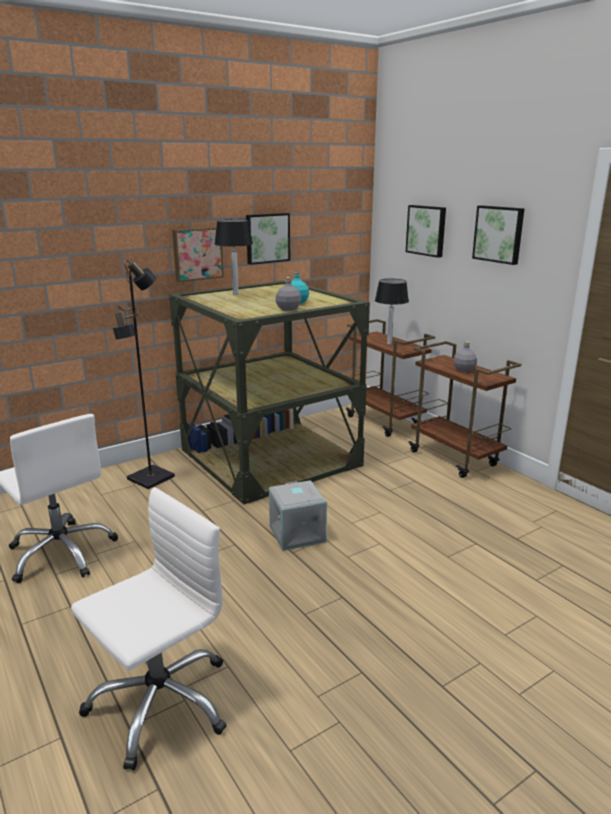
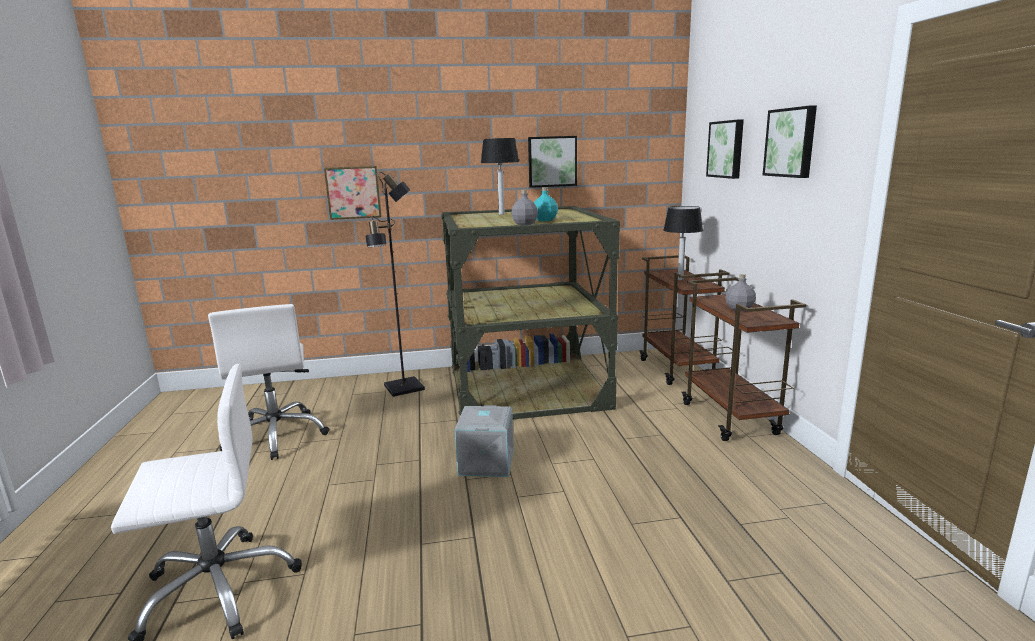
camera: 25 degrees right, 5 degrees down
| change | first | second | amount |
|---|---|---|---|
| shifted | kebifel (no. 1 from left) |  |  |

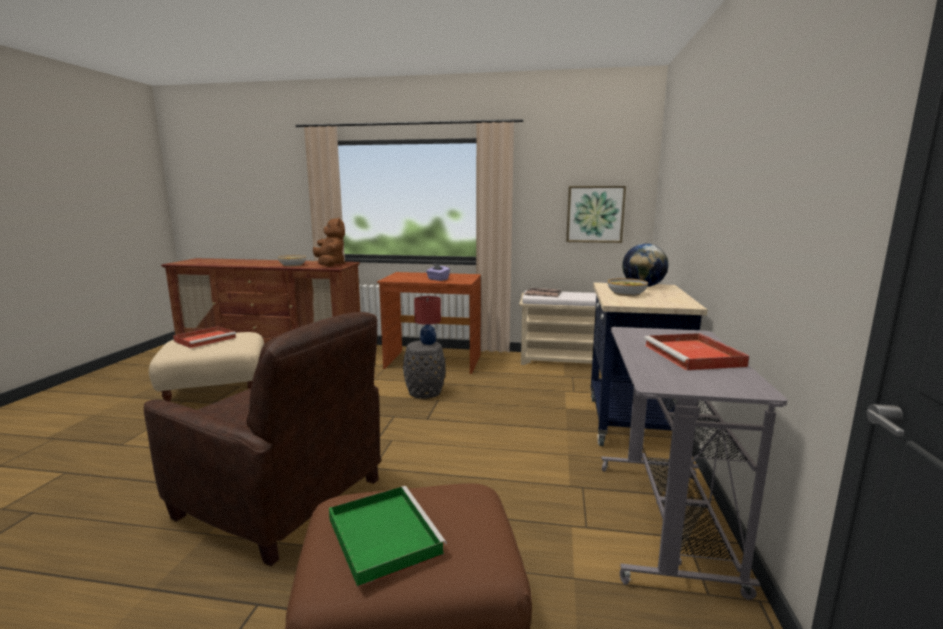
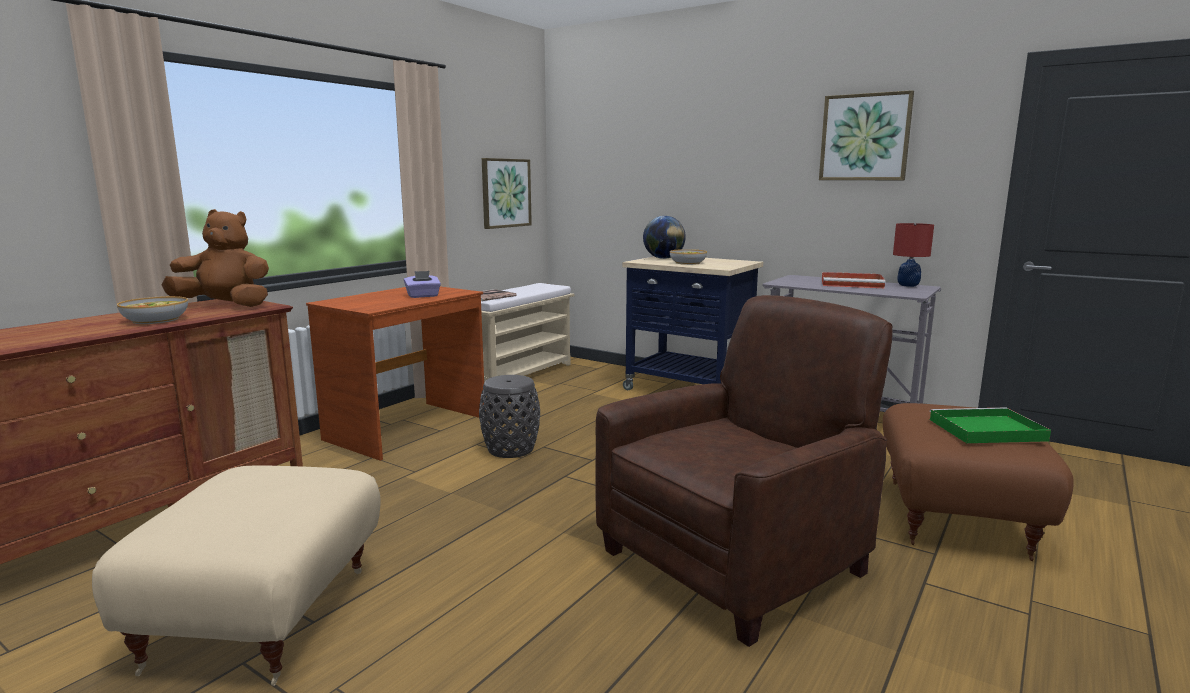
camera: 65 degrees left, 0 degrees up
| change | first | second | amount |
|---|---|---|---|
| new |  | kebifel (no. 2 from left) |  |
| shifted | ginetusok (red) |  |  |
| gone | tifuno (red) (no. 1 from left) |  |  |

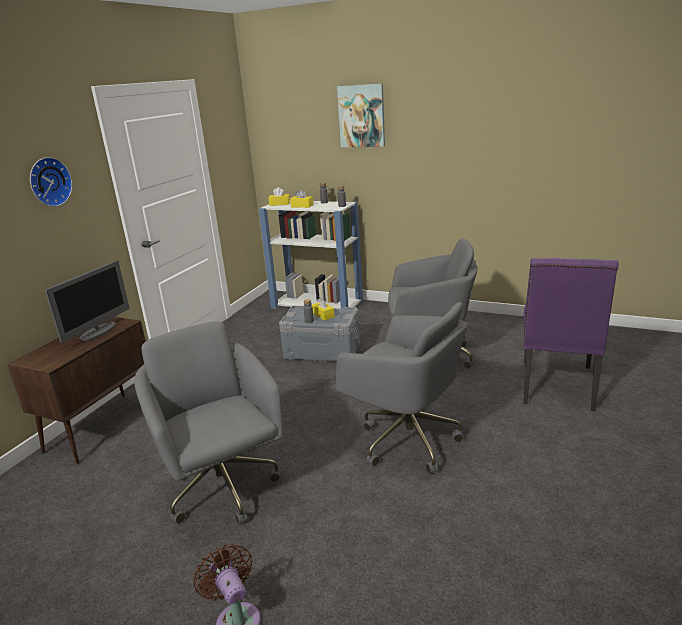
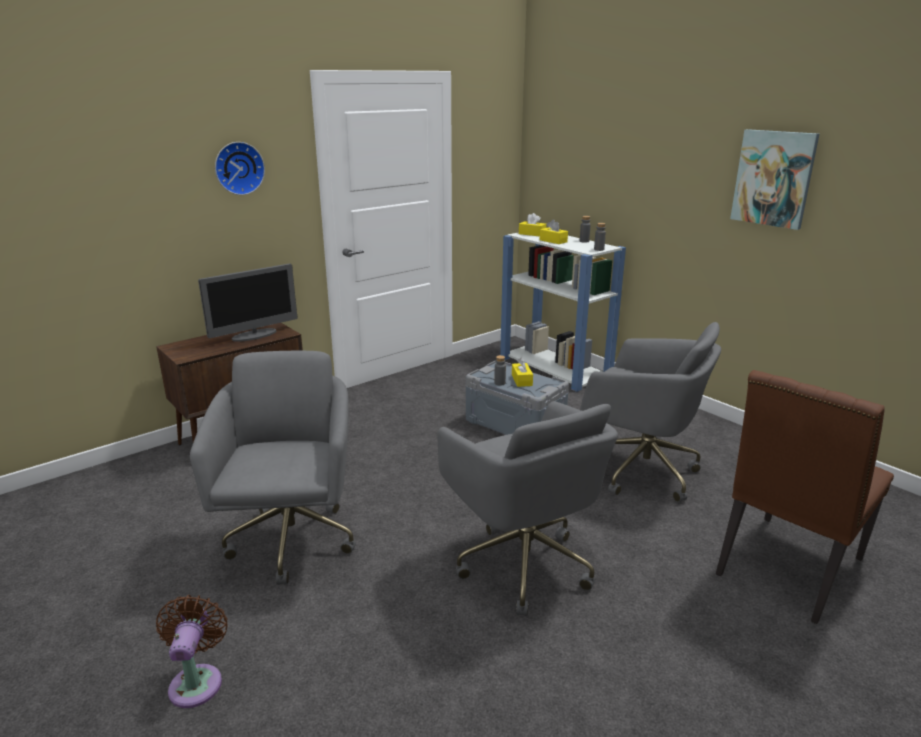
camera: 25 degrees right, 0 degrees up
| change | first | second | amount |
|---|---|---|---|
| repainted | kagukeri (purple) | kagukeri (brown) |  |
| shifted | kebifel |  |  |

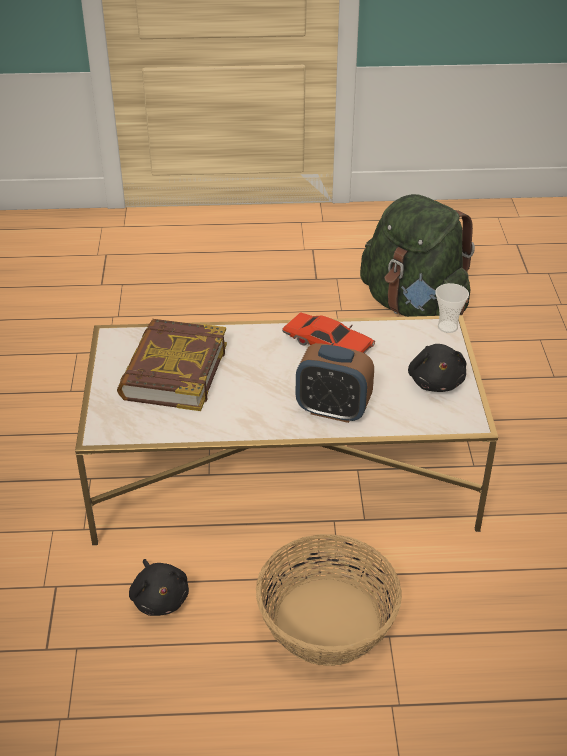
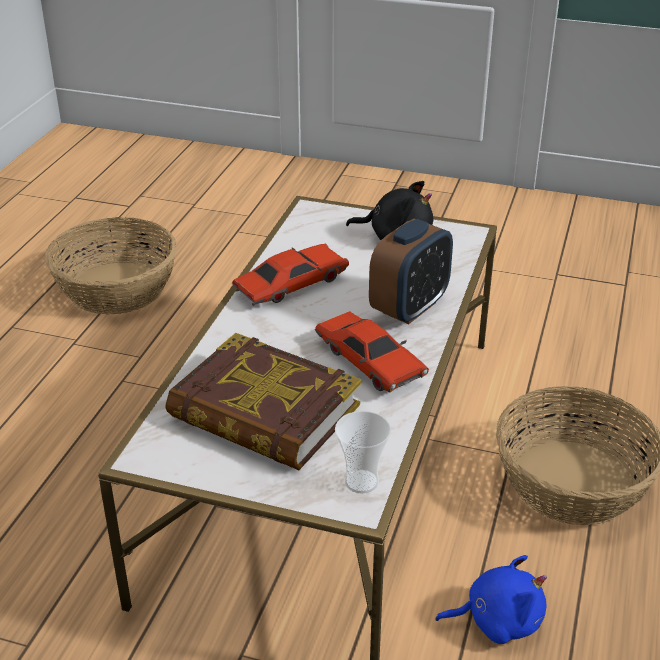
camera: 70 degrees left, 5 degrees down
| change | first | second | amount |
|---|---|---|---|
| swapped | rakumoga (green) | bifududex (no. 1 from left) |  |
| new |  | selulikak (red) (no. 2 from left) |  |
| shifted | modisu |  |  |
| repainted | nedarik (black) (no. 1 from left) | nedarik (blue) |  |

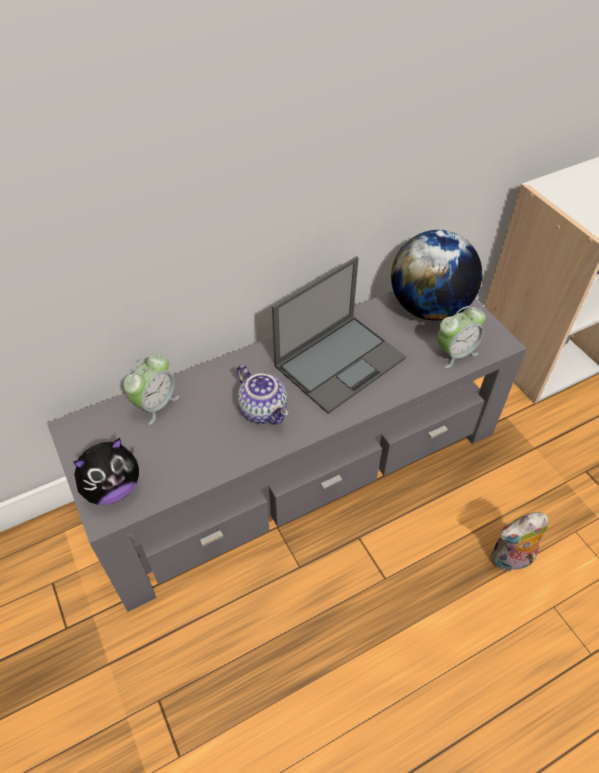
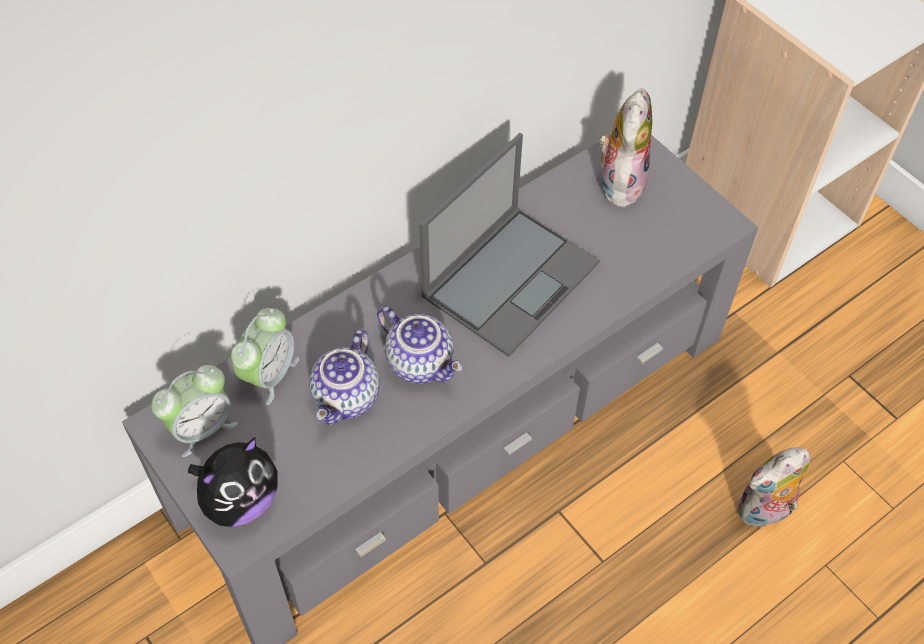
camera: 10 degrees left, 5 degrees up
| change | first | second | amount |
|---|---|---|---|
| shifted | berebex (no. 2 from left in the first image) | berebex (no. 1 from left) |  |
| new |  | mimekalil (no. 1 from left) |  |
| swapped | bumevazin | nedarik (no. 2 from left) |  |

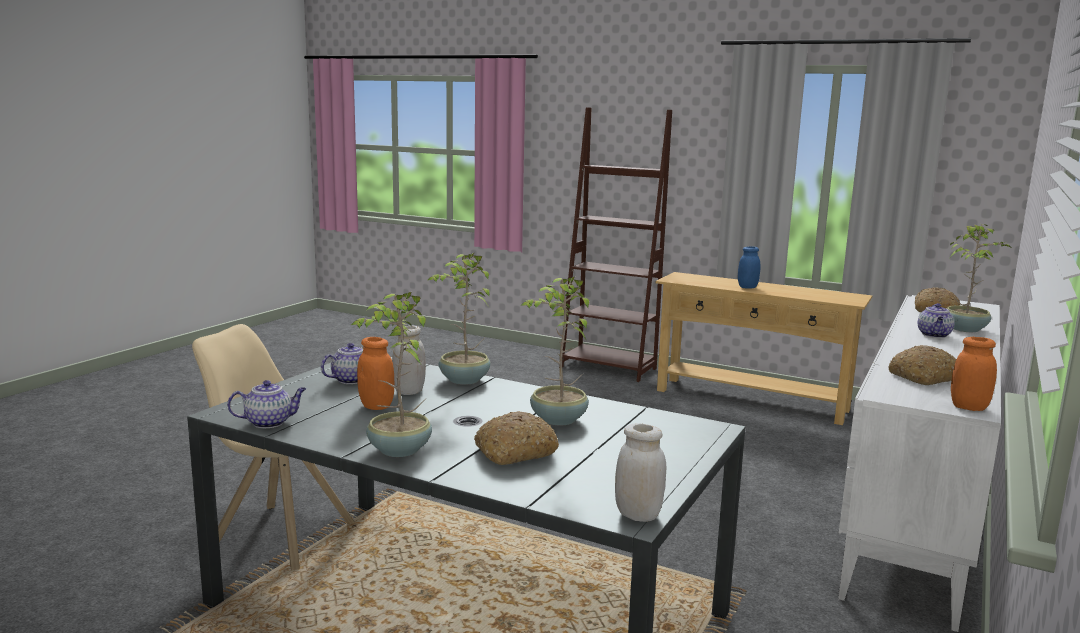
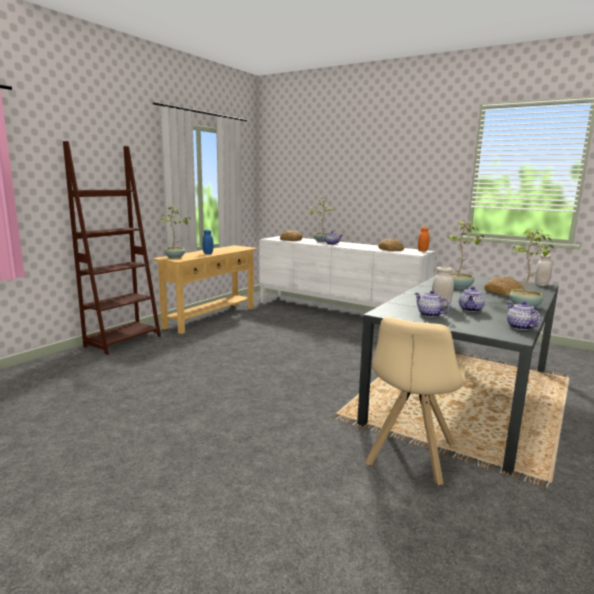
camera: 85 degrees left, 0 degrees up
| change | first | second | amount |
|---|---|---|---|
| shifted | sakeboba (no. 2 from left in the first image) | sakeboba (no. 1 from left) |  |
| swapped | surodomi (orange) (no. 1 from left) | mimekalil (no. 3 from left) |  |

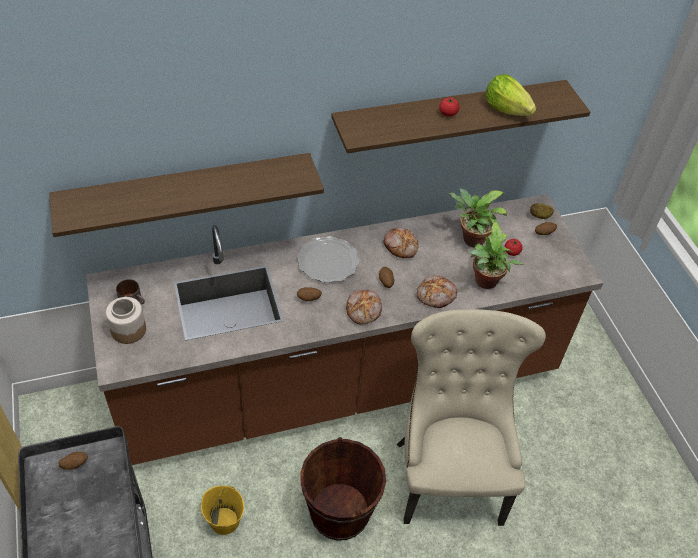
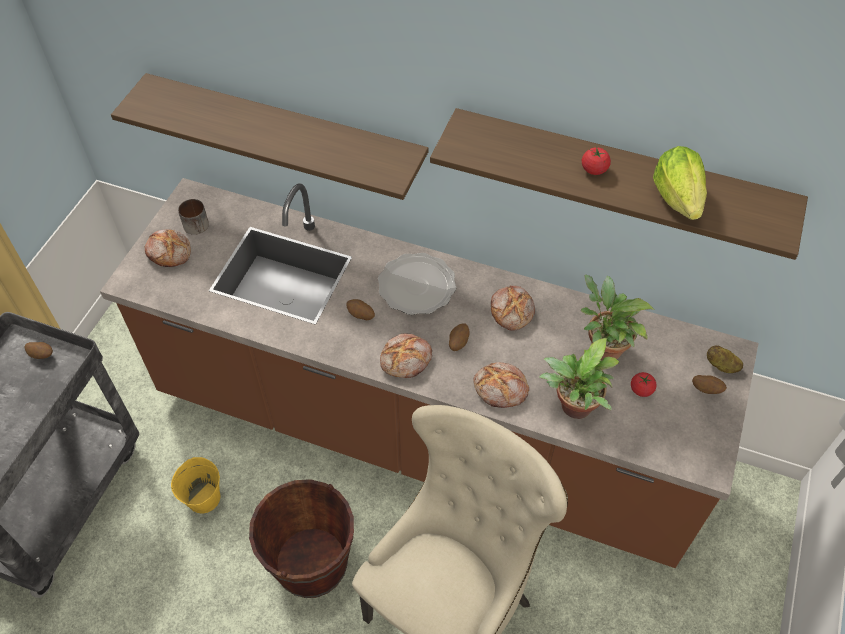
camera: 40 degrees right, 5 degrees up
| change | first | second | amount |
|---|---|---|---|
| swapped | surodomi | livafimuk (no. 1 from left) |  |

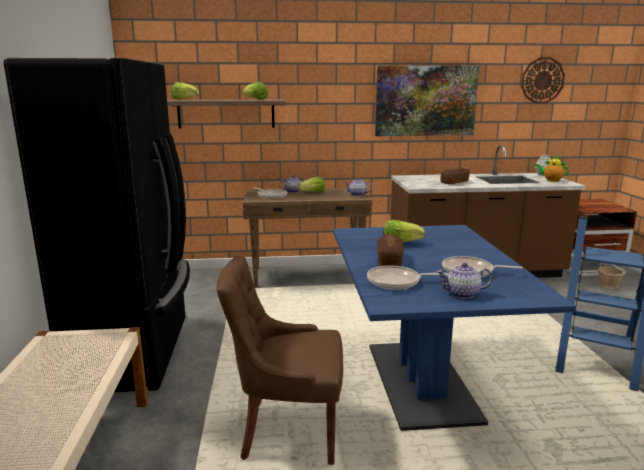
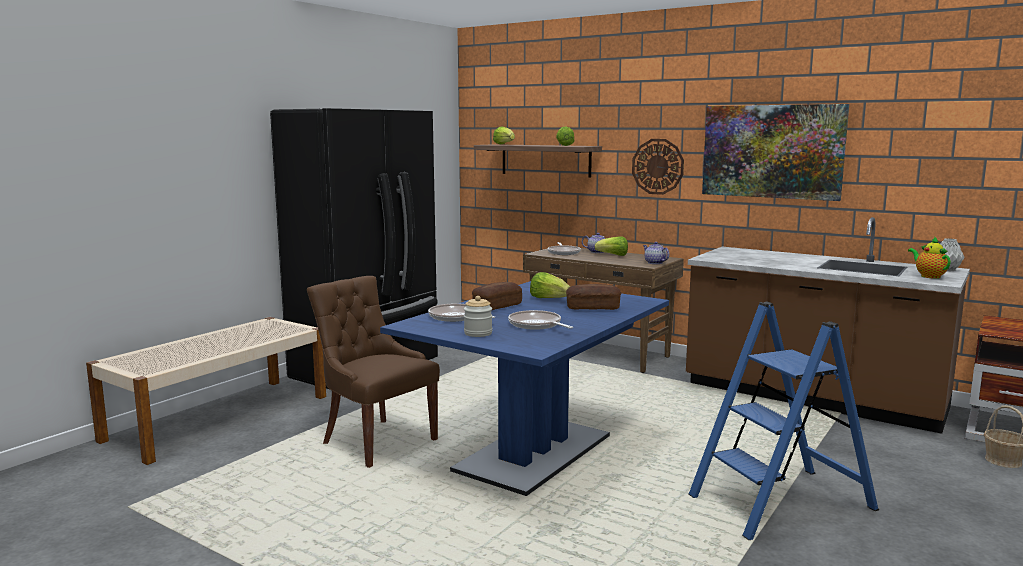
camera: 40 degrees right, 5 degrees down
| change | first | second | amount |
|---|---|---|---|
| swapped | mimekalil (no. 3 from left) | surodomi |  |
| shifted | livafimuk (no. 2 from left) |  |  |
| shifted | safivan |  |  |

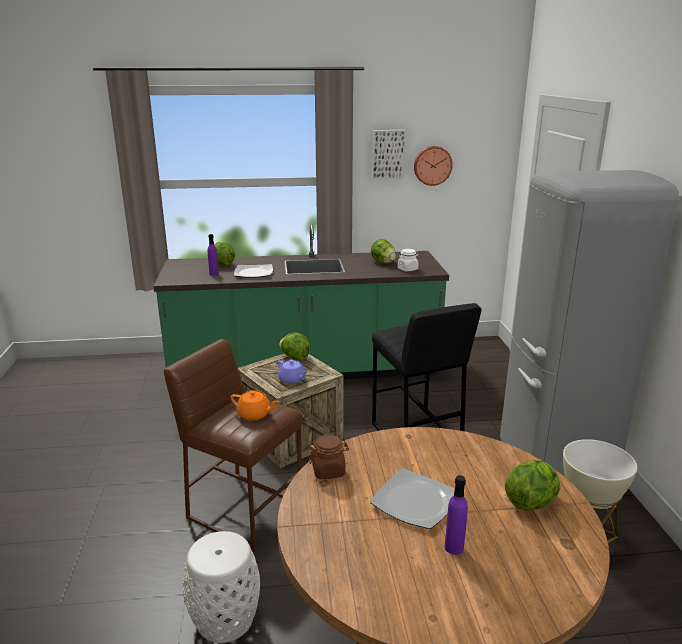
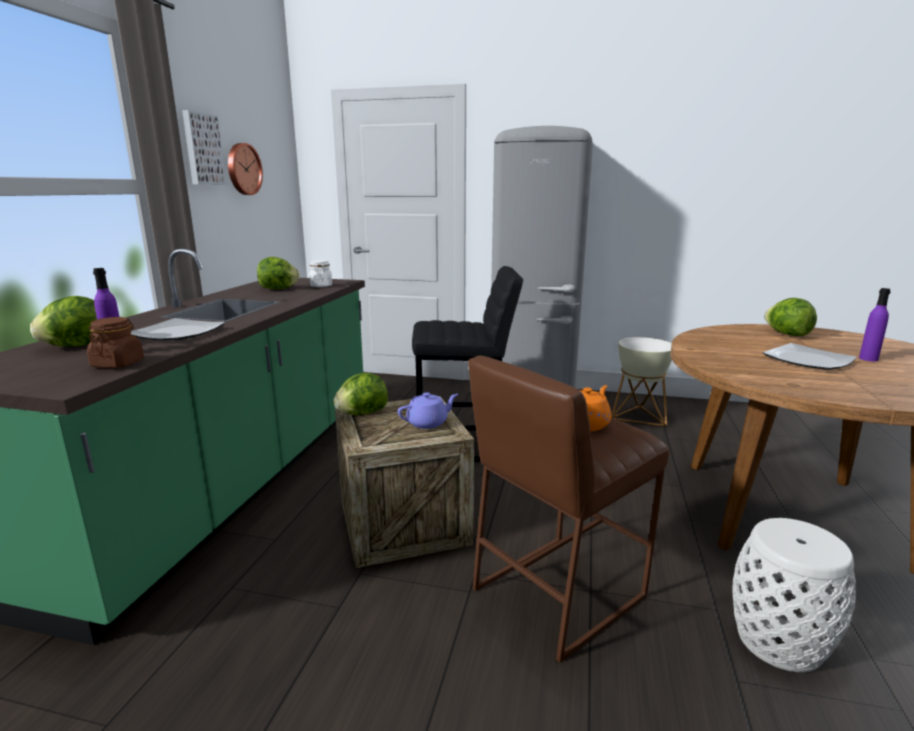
camera: 70 degrees left, 5 degrees down
| change | first | second | amount |
|---|---|---|---|
| shifted | surodomi (brown) |  |  |

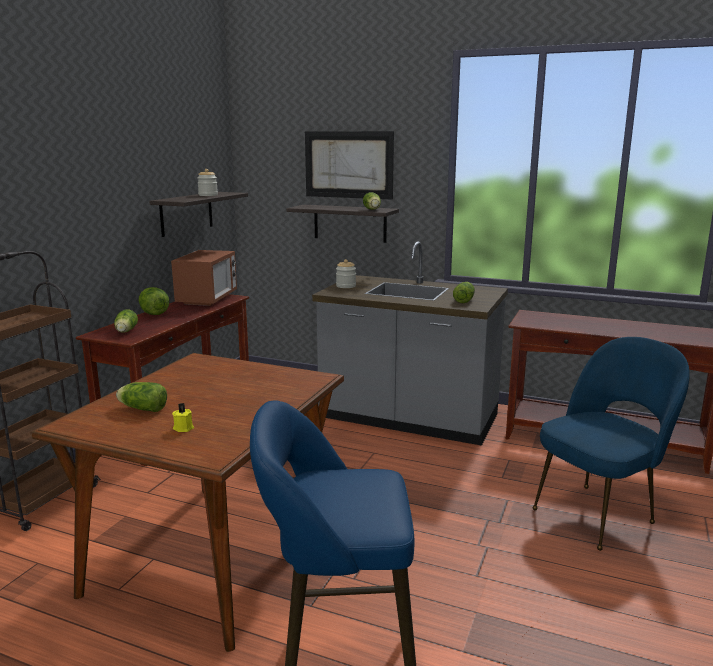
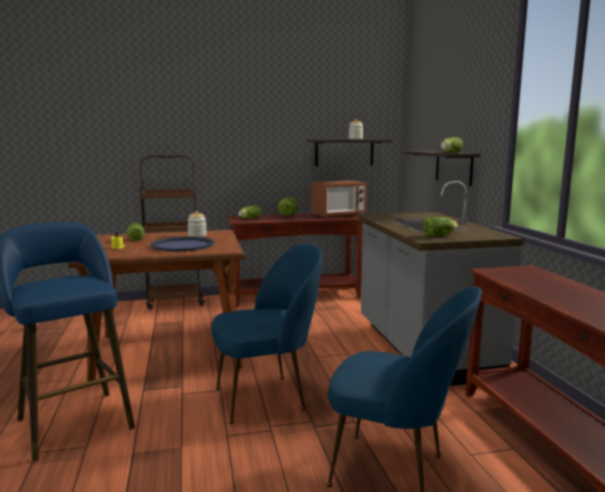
camera: 55 degrees right, 5 degrees down
| change | first | second | amount |
|---|---|---|---|
| new |  | tifuno (blue) |  |
| shifted | surodomi (no. 2 from left in the first image) | surodomi (no. 1 from left) |  |
| new |  | kagukeri (blue) (no. 1 from left) |  |
| gone | kebifel |  |  |

